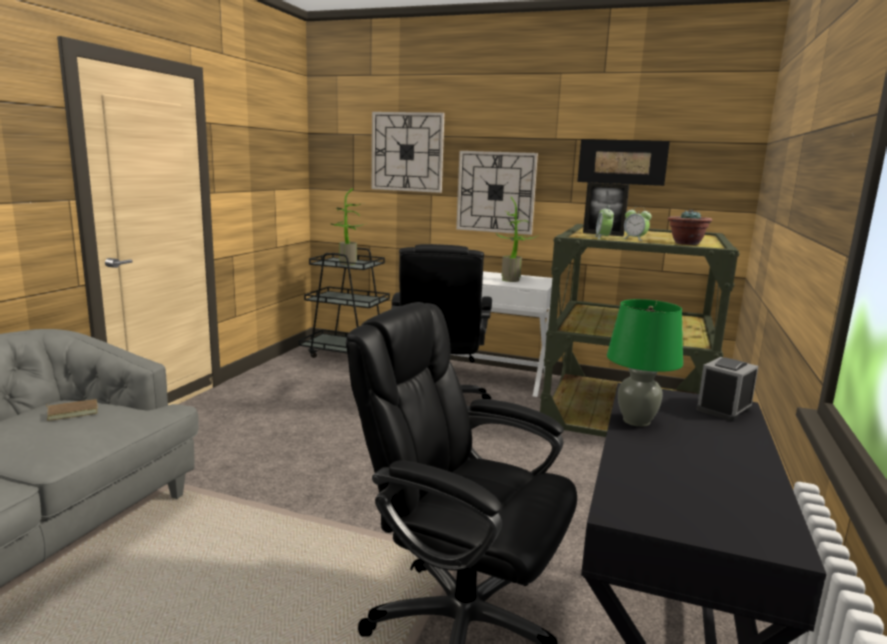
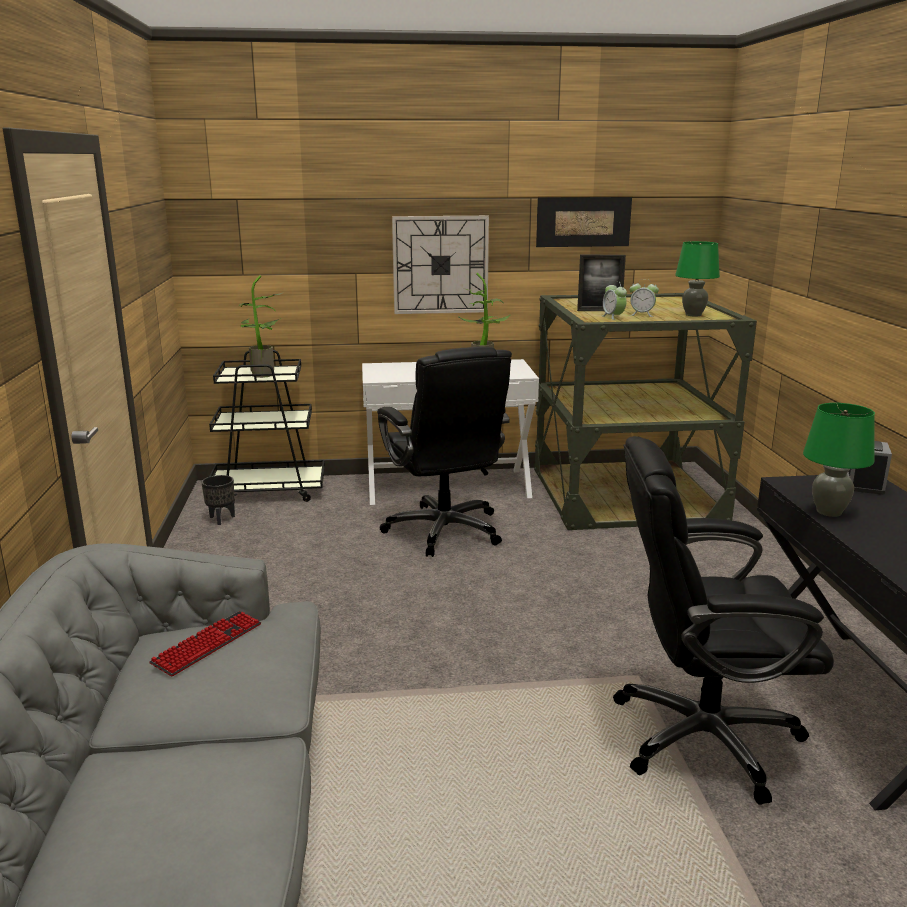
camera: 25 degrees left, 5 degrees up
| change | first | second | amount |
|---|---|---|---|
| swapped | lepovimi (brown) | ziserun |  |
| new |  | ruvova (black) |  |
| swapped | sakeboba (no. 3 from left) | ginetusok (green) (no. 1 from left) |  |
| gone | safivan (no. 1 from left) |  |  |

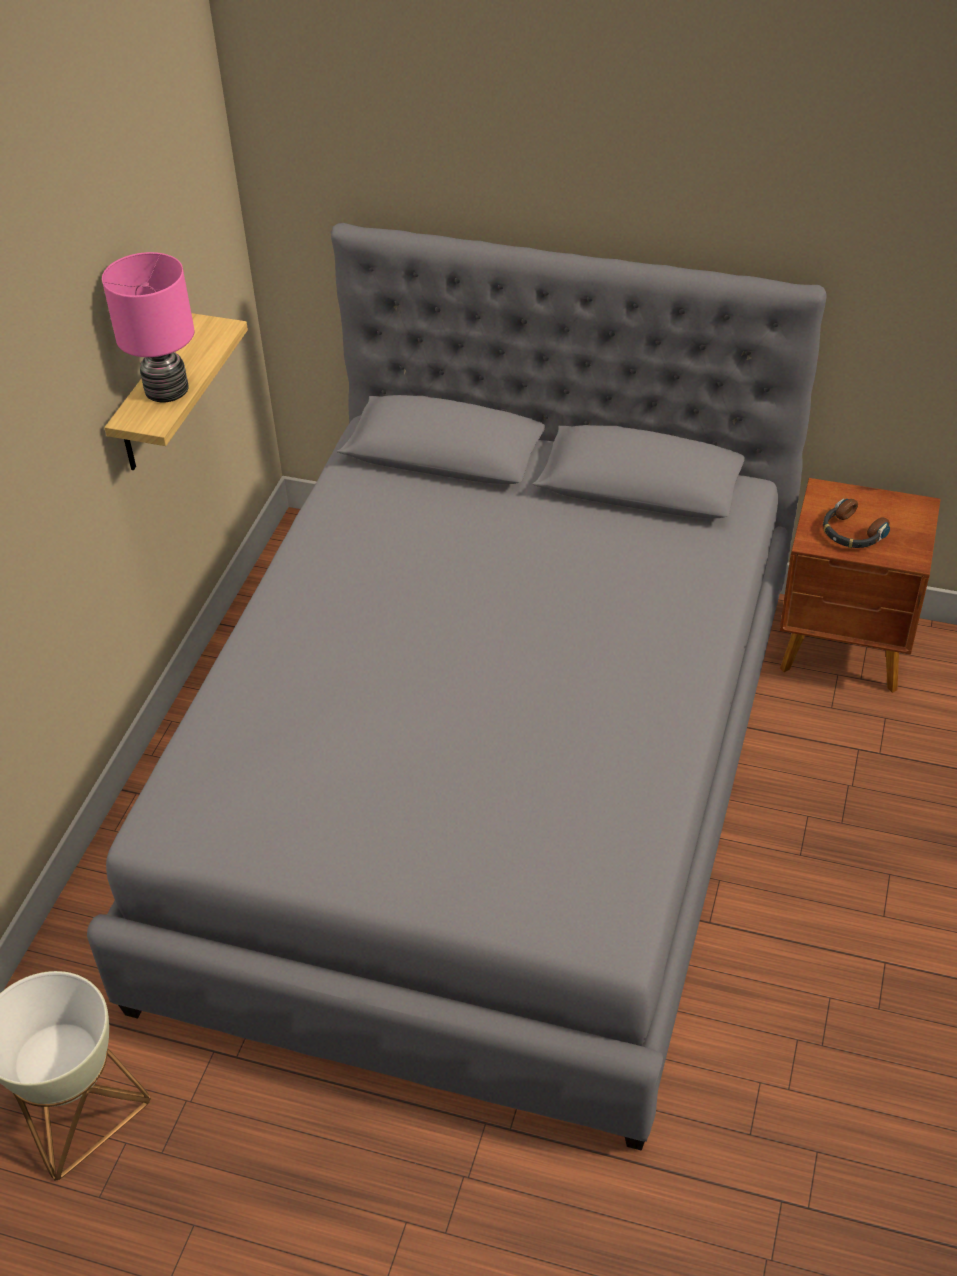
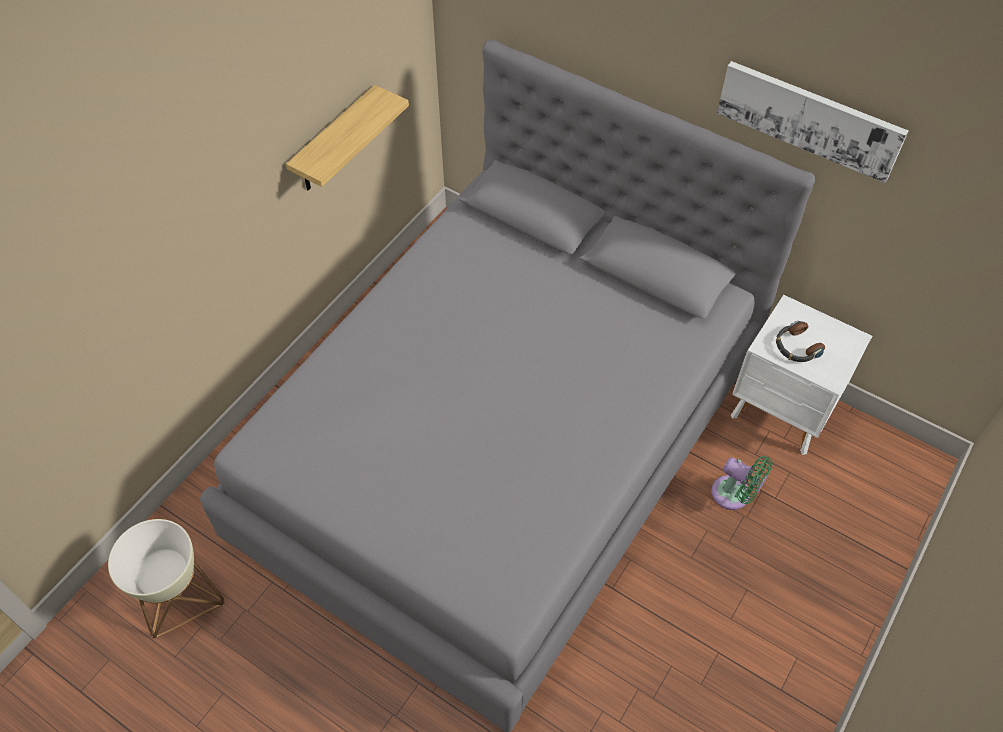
camera: 15 degrees right, 10 degrees up
| change | first | second | amount |
|---|---|---|---|
| new |  | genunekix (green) |  |
| new |  | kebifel |  |
| repainted | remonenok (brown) | remonenok (white) |  |
| gone | ginetusok (pink) |  |  |

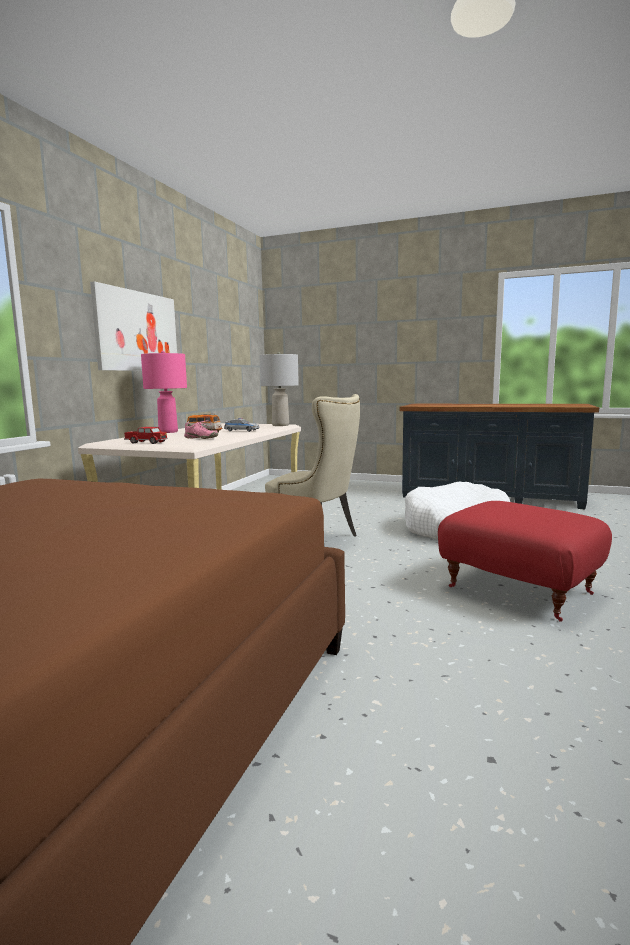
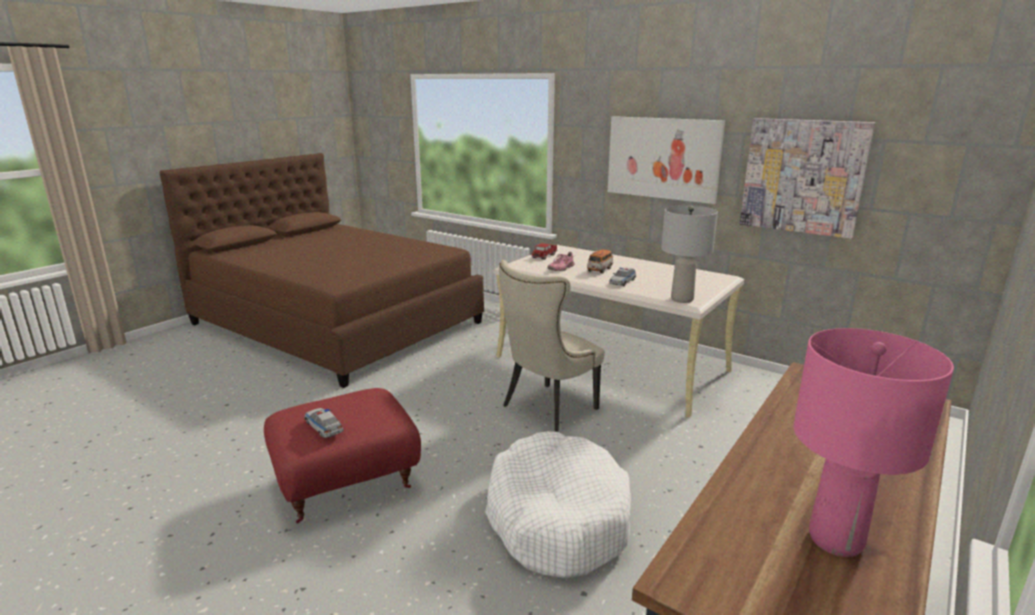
camera: 105 degrees right, 10 degrees up
| change | first | second | amount |
|---|---|---|---|
| new |  | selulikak (no. 1 from left) |  |
| new |  | kebifel (no. 2 from left) |  |
| shifted | ginetusok (pink) |  |  |

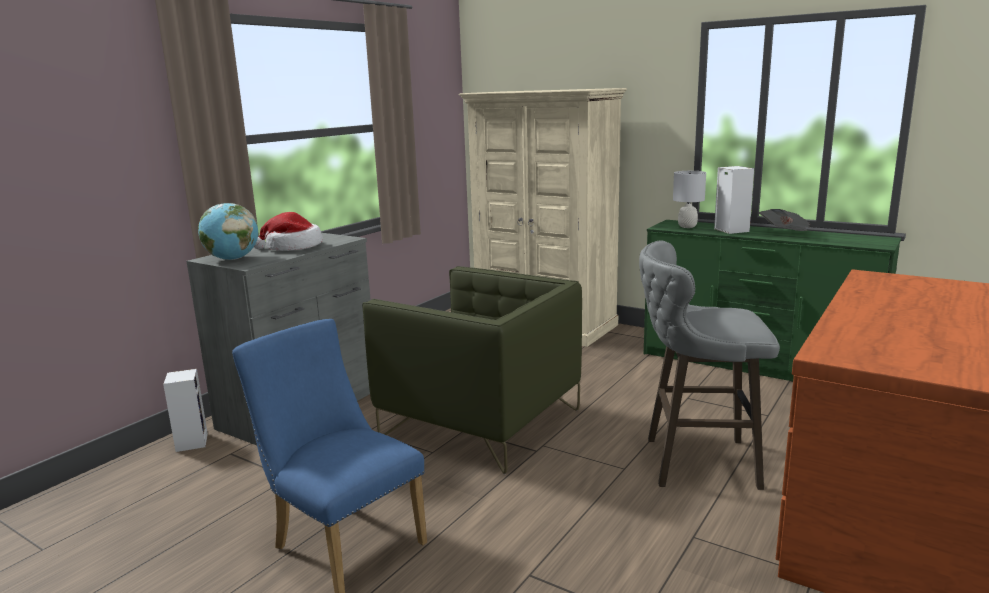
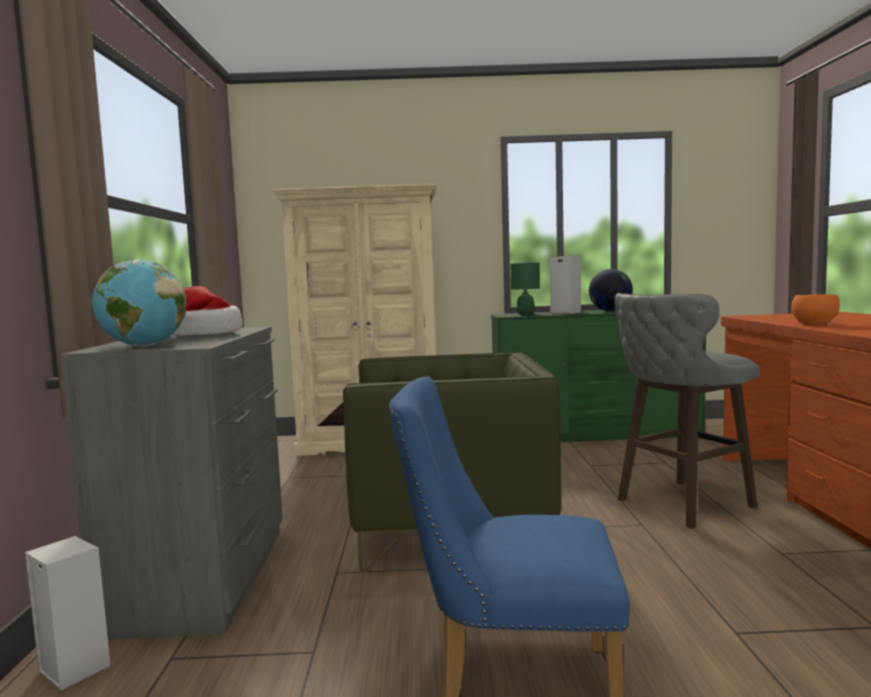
camera: 35 degrees left, 10 degrees down
| change | first | second | amount |
|---|---|---|---|
| repainted | ginetusok (grey) | ginetusok (green) |  |
| swapped | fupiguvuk | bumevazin (no. 2 from left) |  |
| new |  | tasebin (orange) |  |

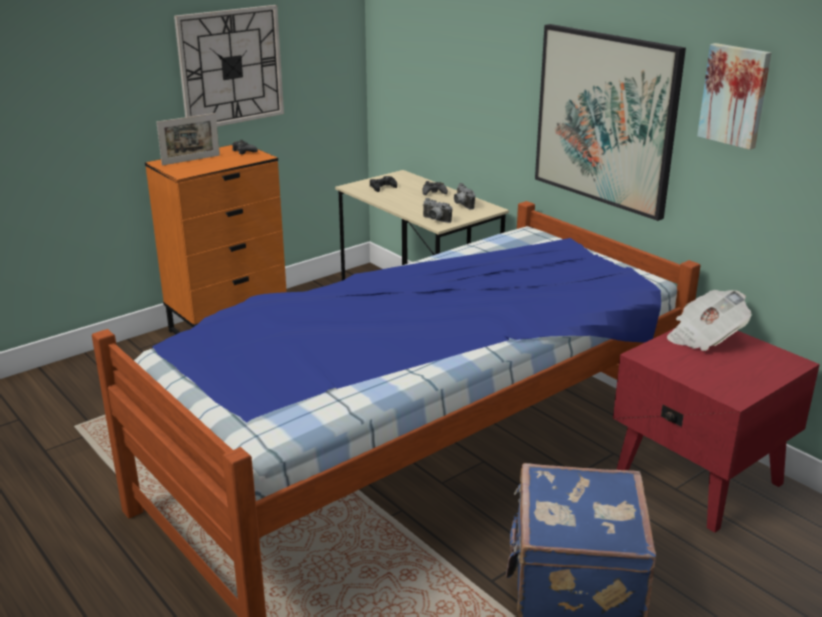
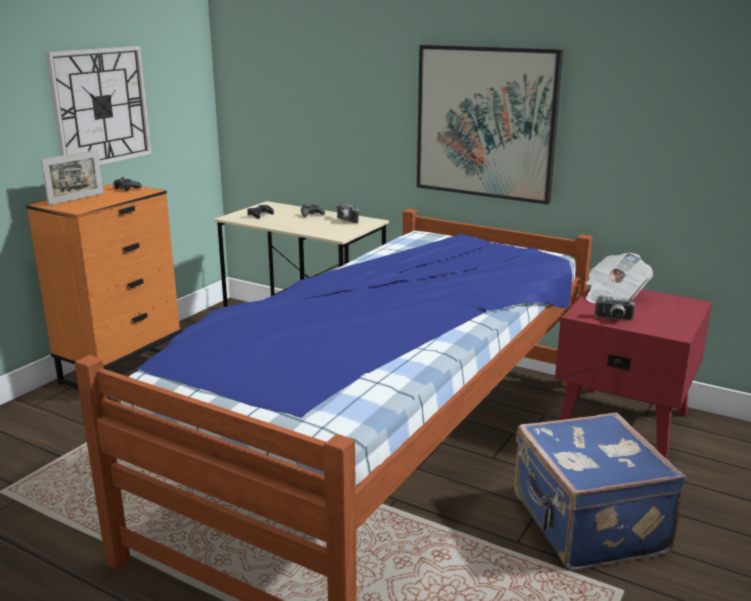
camera: 20 degrees left, 5 degrees down
| change | first | second | amount |
|---|---|---|---|
| shifted | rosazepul (no. 1 from left in the first image) | rosazepul (no. 2 from left) |  |
| gone | kebifel (no. 2 from left) |  |  |

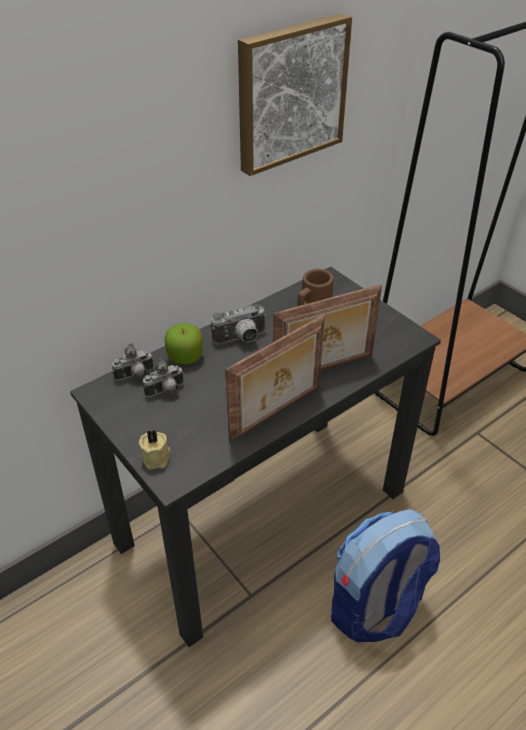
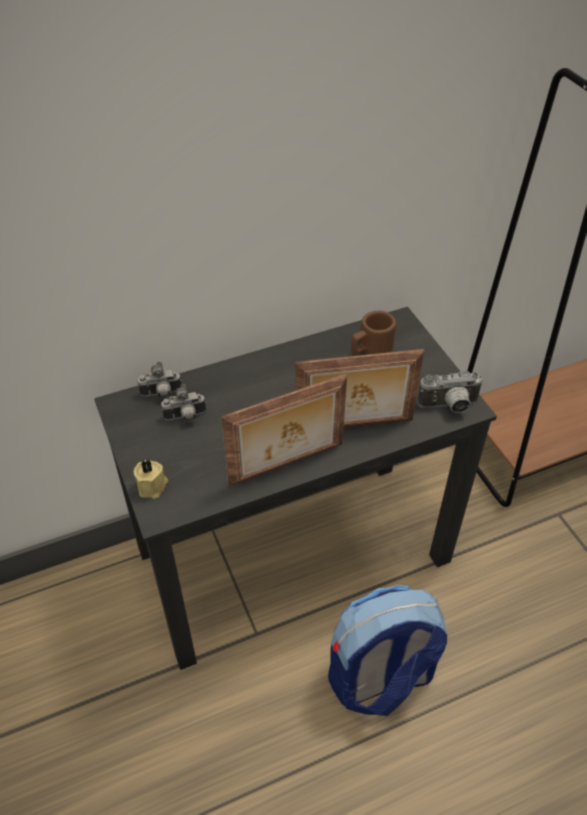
camera: 15 degrees right, 5 degrees up
| change | first | second | amount |
|---|---|---|---|
| shifted | rosazepul (no. 3 from left) |  |  |
| gone | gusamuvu |  |  |
| gone | kebifel |  |  |

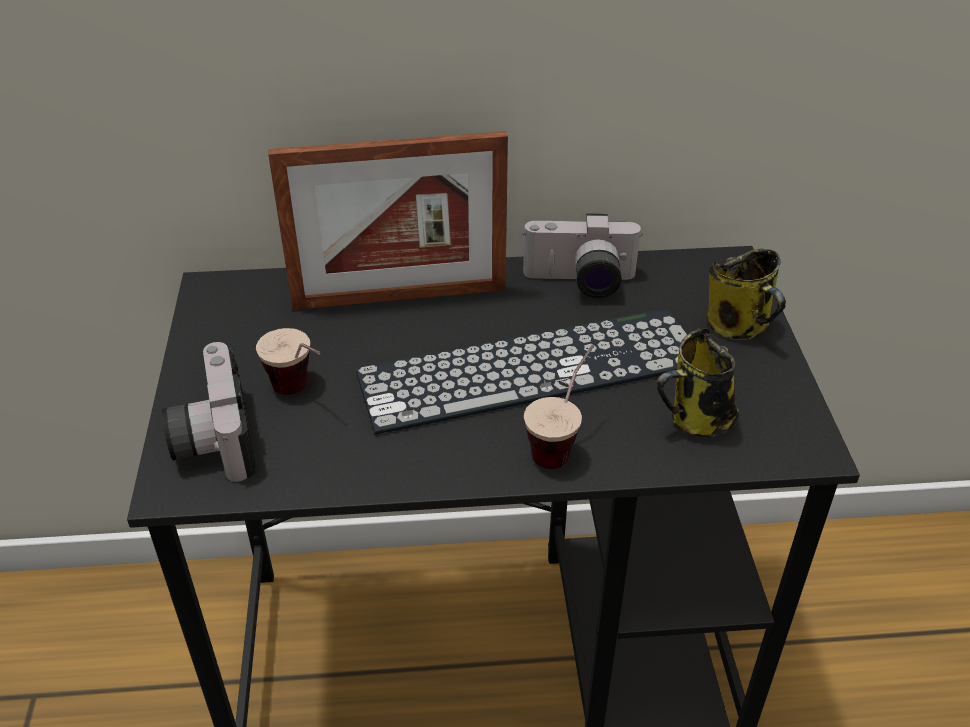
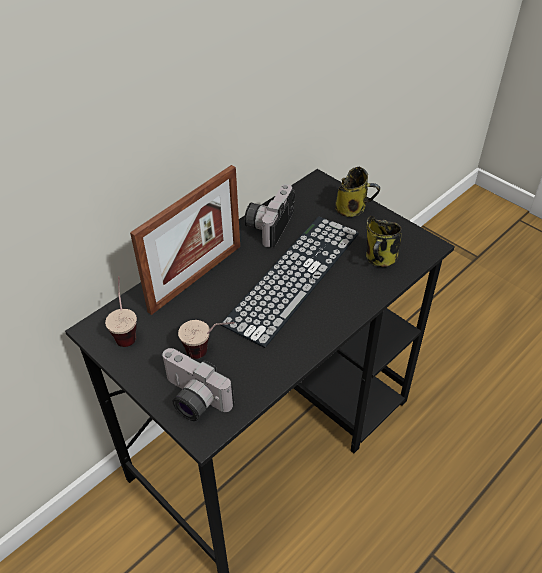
camera: 40 degrees left, 5 degrees up
| change | first | second | amount |
|---|---|---|---|
| shifted | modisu (no. 2 from left in the first image) | modisu (no. 1 from left) |  |
| rotated | rosazepul (no. 2 from left) |  | 150 degrees clockwise |

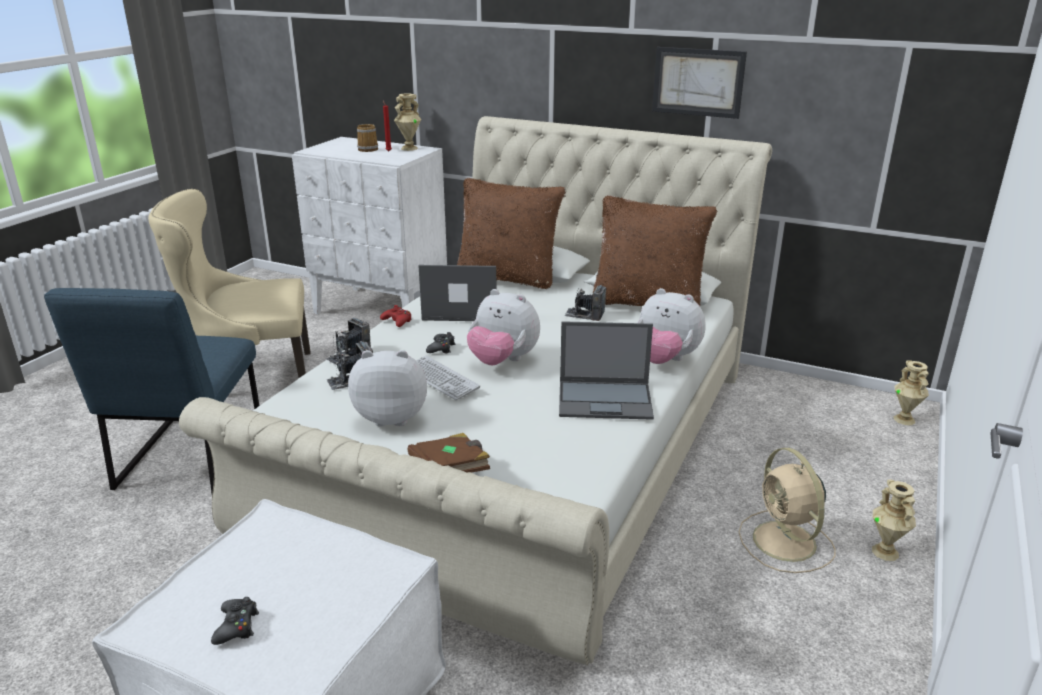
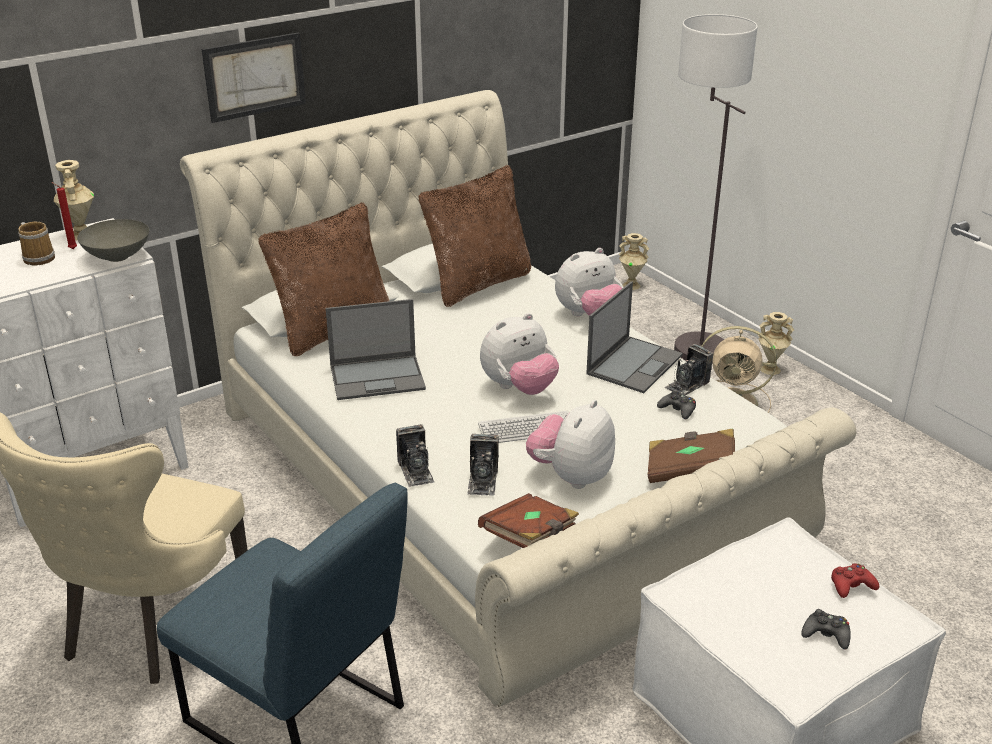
camera: 60 degrees left, 5 degrees up
| change | first | second | amount |
|---|---|---|---|
| new |  | tasebin (grey) |  |
| shifted | kebifel |  |  |
| rotated | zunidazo (no. 1 from left) |  | 135 degrees counterclockwise |
| new |  | lepovimi (brown) (no. 1 from left) |  |
| shifted | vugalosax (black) (no. 2 from left in the first image) | vugalosax (black) (no. 1 from left) |  |
| shifted | rosazepul (no. 3 from left) |  |  |
| new |  | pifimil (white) |  |
| shifted | vugalosax (red) |  |  |

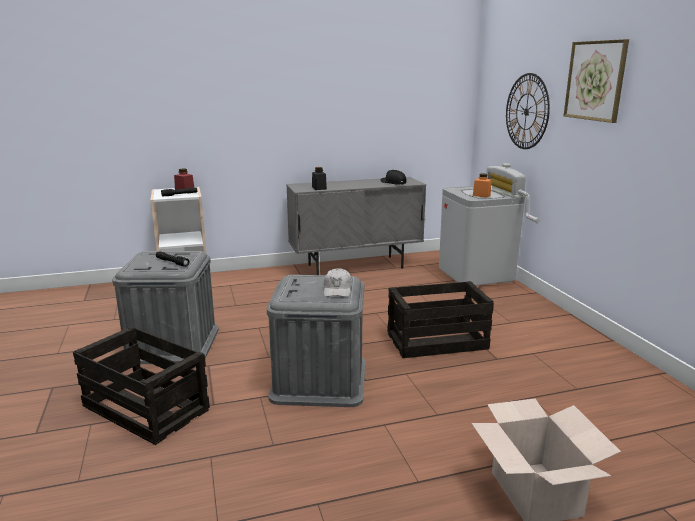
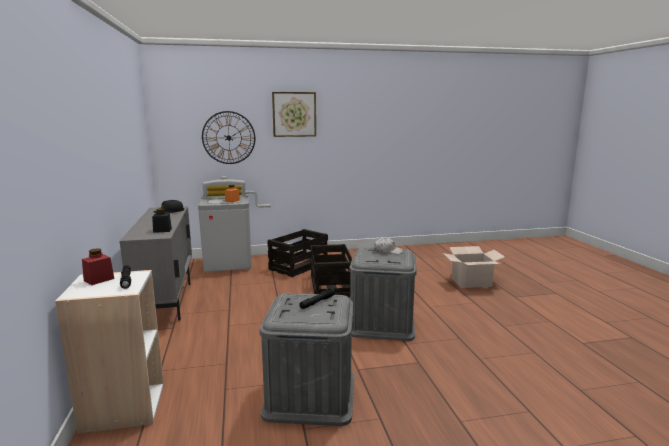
camera: 85 degrees left, 5 degrees down
| change | first | second | amount |
|---|---|---|---|
| shifted | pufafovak (no. 1 from left) |  |  |

